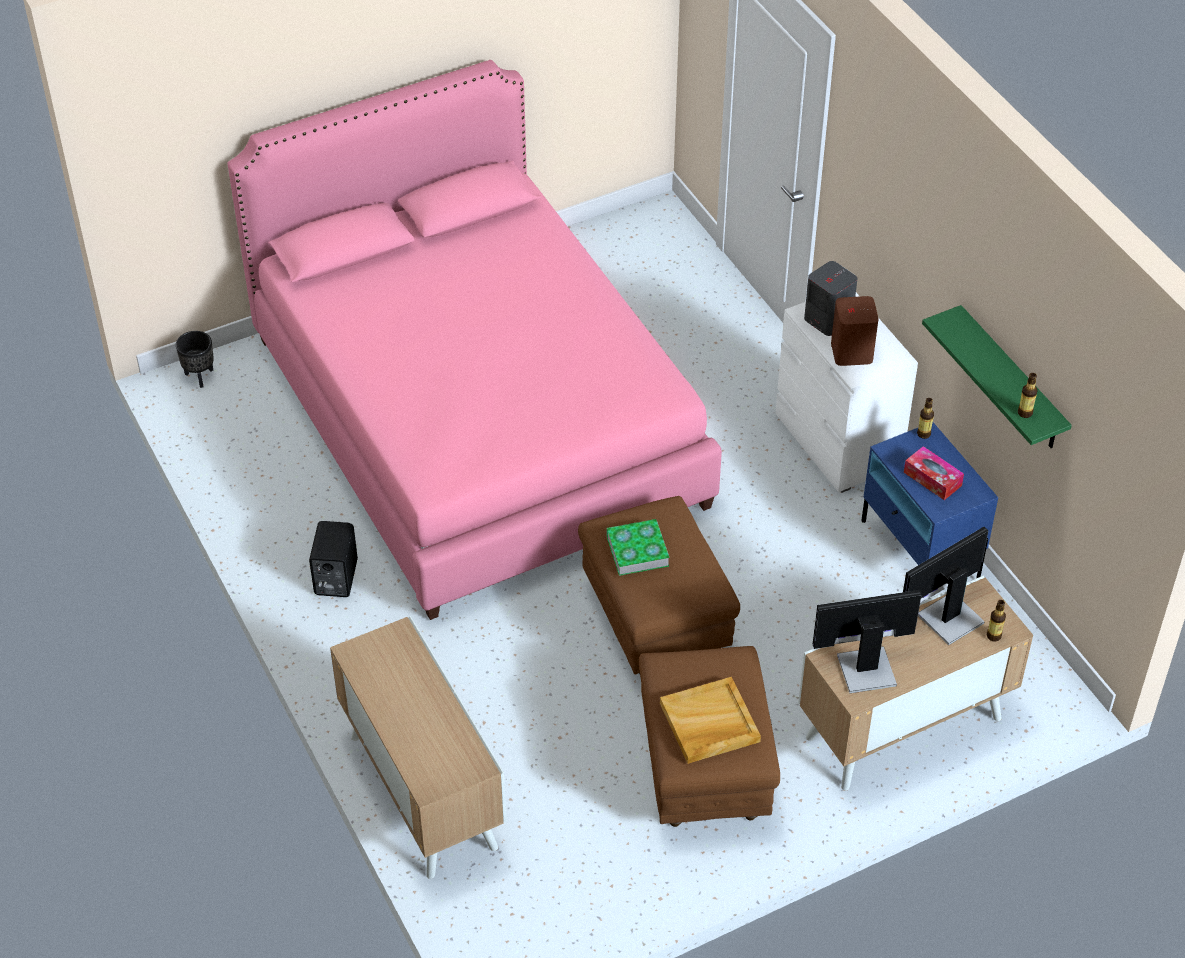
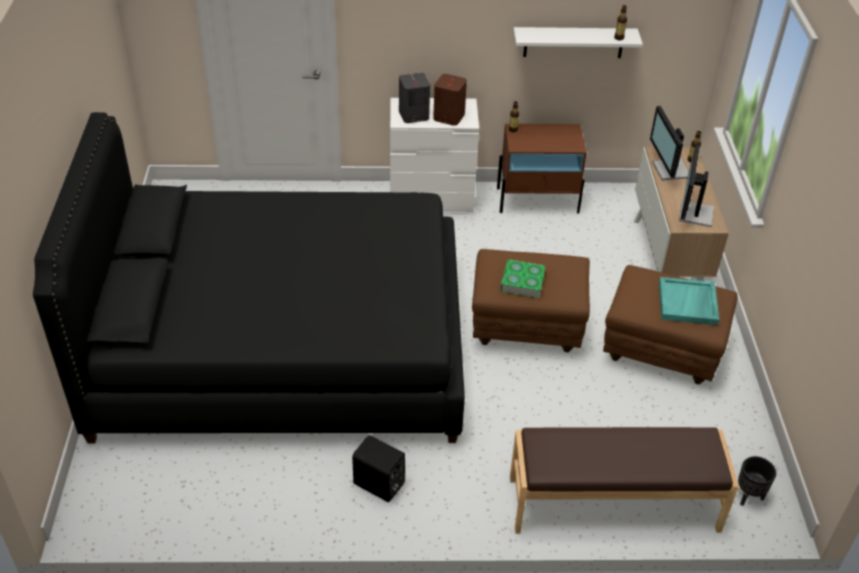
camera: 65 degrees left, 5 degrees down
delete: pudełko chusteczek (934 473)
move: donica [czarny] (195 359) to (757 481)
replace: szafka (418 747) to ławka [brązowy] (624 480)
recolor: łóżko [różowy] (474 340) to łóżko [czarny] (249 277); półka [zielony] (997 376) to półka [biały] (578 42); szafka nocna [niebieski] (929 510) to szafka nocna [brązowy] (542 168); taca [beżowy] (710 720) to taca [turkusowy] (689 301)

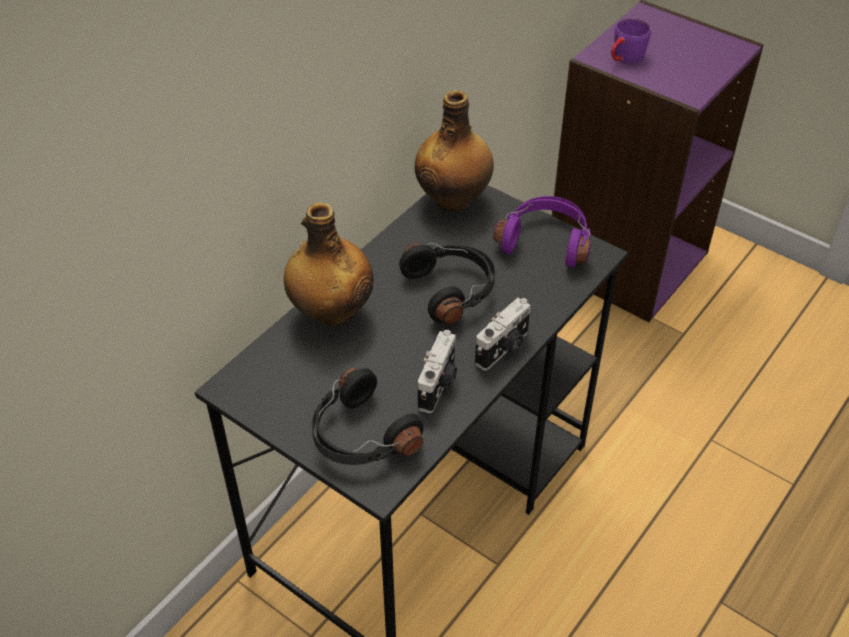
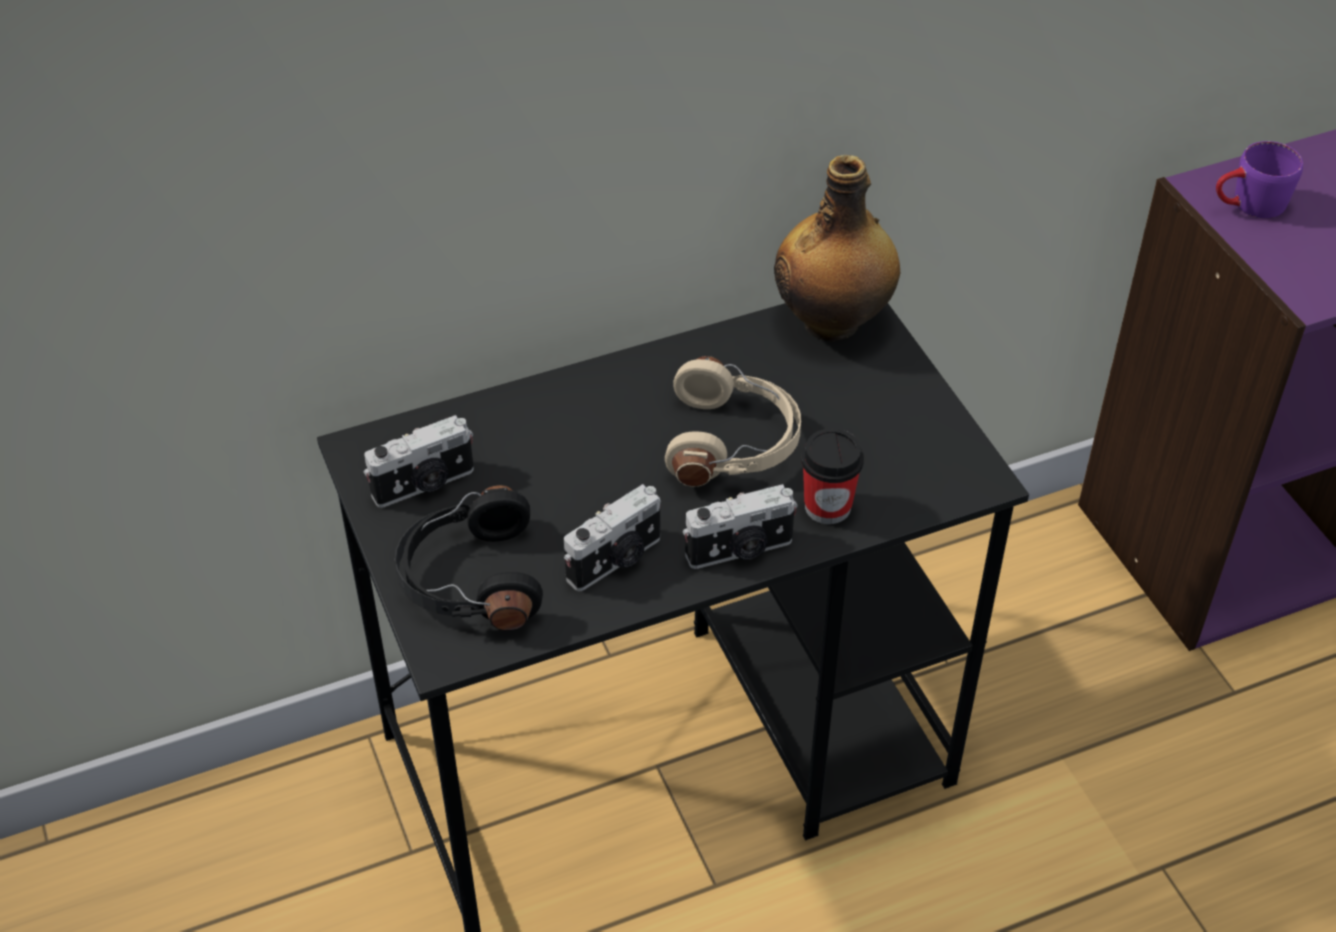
camera: 30 degrees right, 0 degrees up
delete: słuchawki [fioletowy] (542 232); butelka (329 264)
insert: aparat fotograficzny (419 461); filiżanka (832 476)
recolor: słuchawki [czarny] (447 283) to słuchawki [beżowy] (733 421)

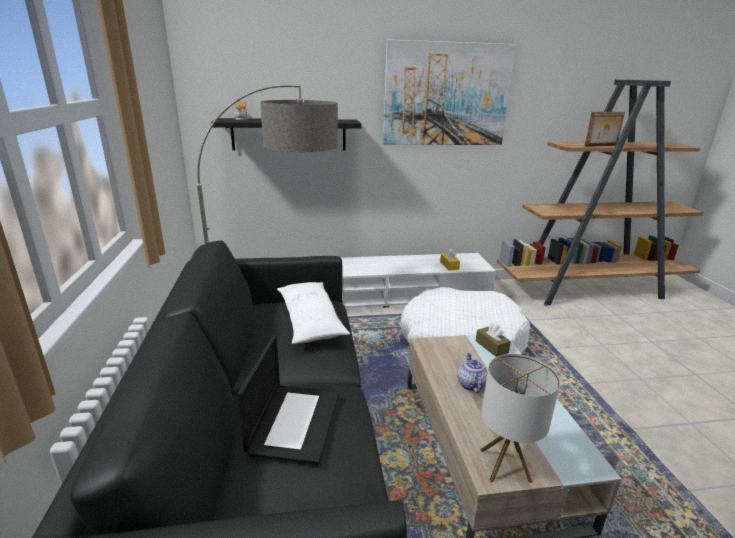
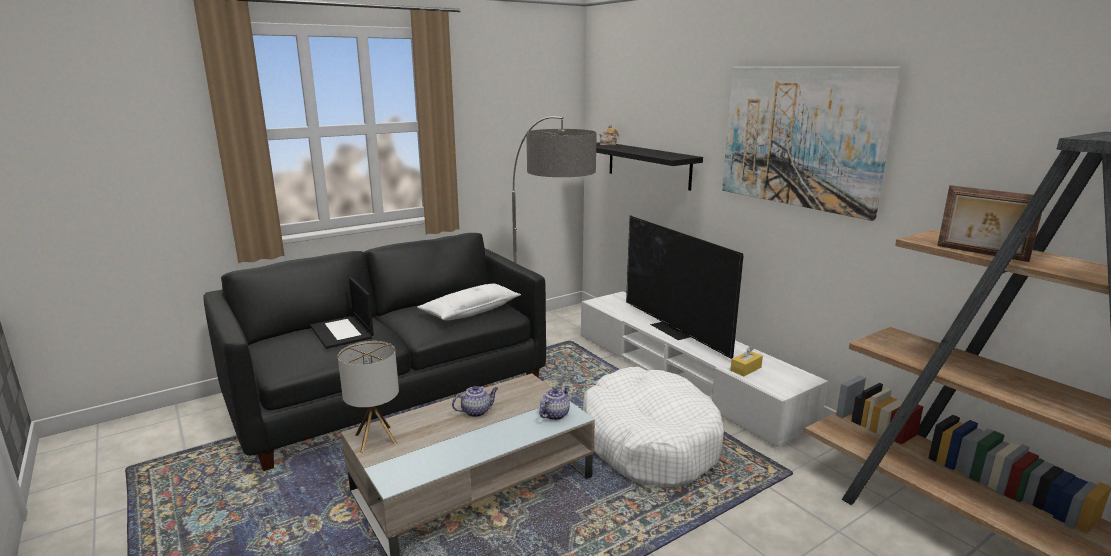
camera: 65 degrees right, 5 degrees down
insert: telewizor (684 287)
replace: pudełko chusteczek [brązowy] (493 340) to imbryk (554 403)
rotate: laptop (288 400) = (342 313) 75 degrees clockwise

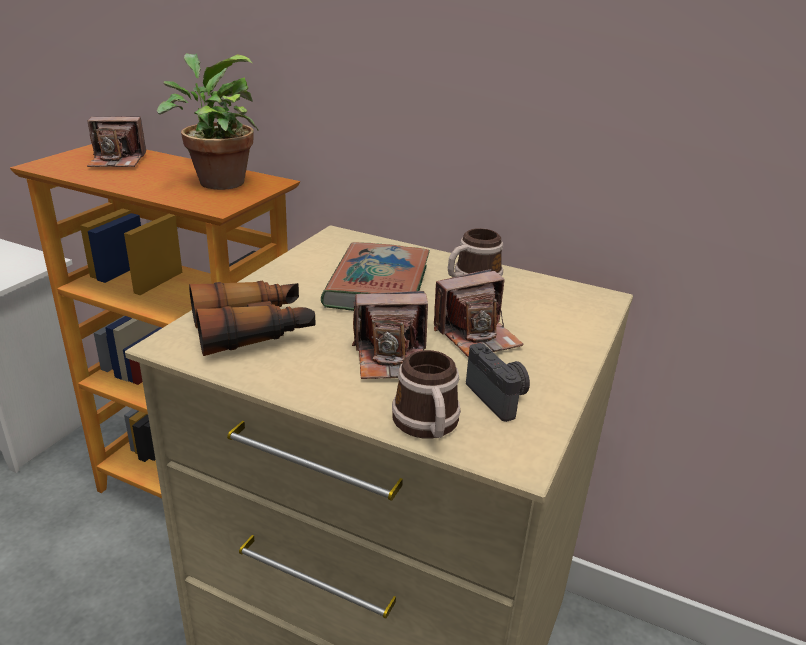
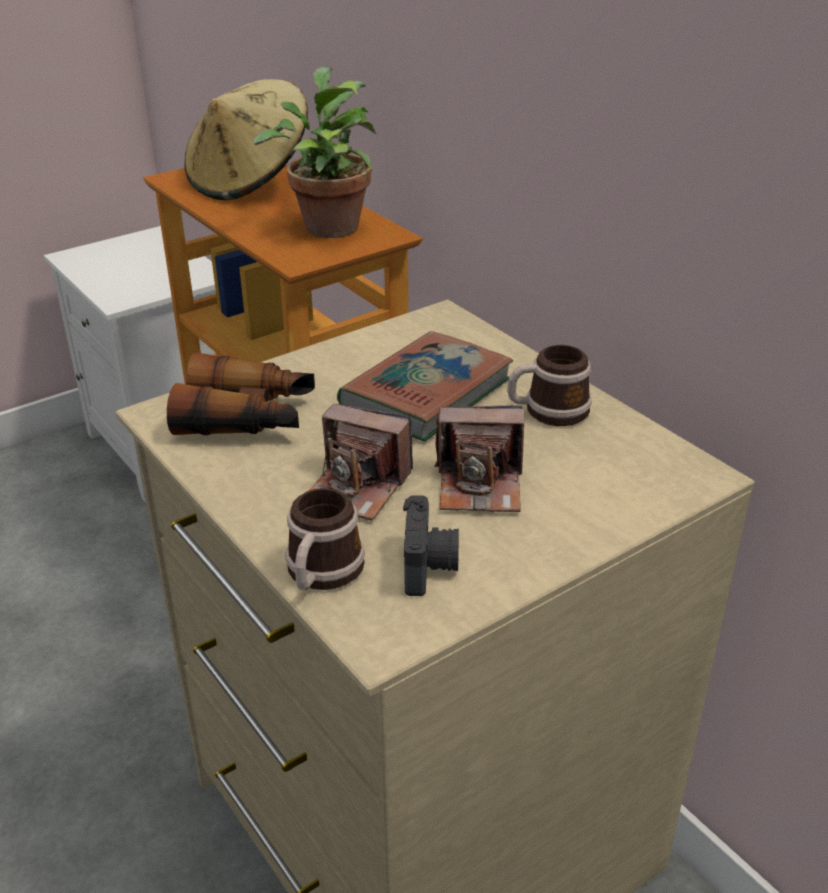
camera: 30 degrees right, 5 degrees up
replace: aparat fotograficzny (116 141) to kapelusz [beżowy] (246 139)

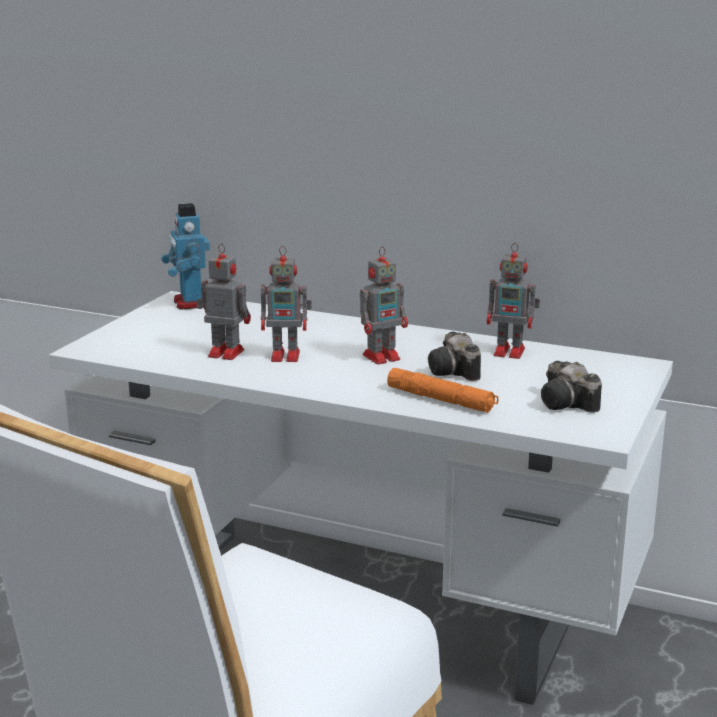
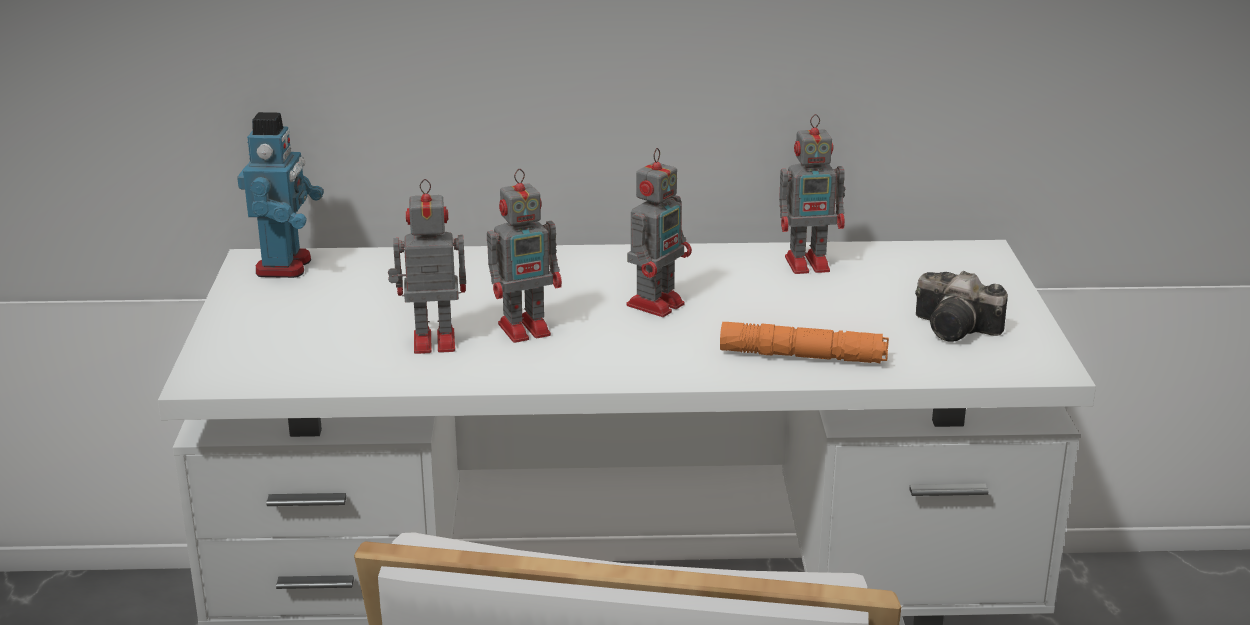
camera: 25 degrees left, 5 degrees up
delete: aparat fotograficzny (454 356)
rotate: robot zabawkowy (185 256) = (280 195) 135 degrees counterclockwise

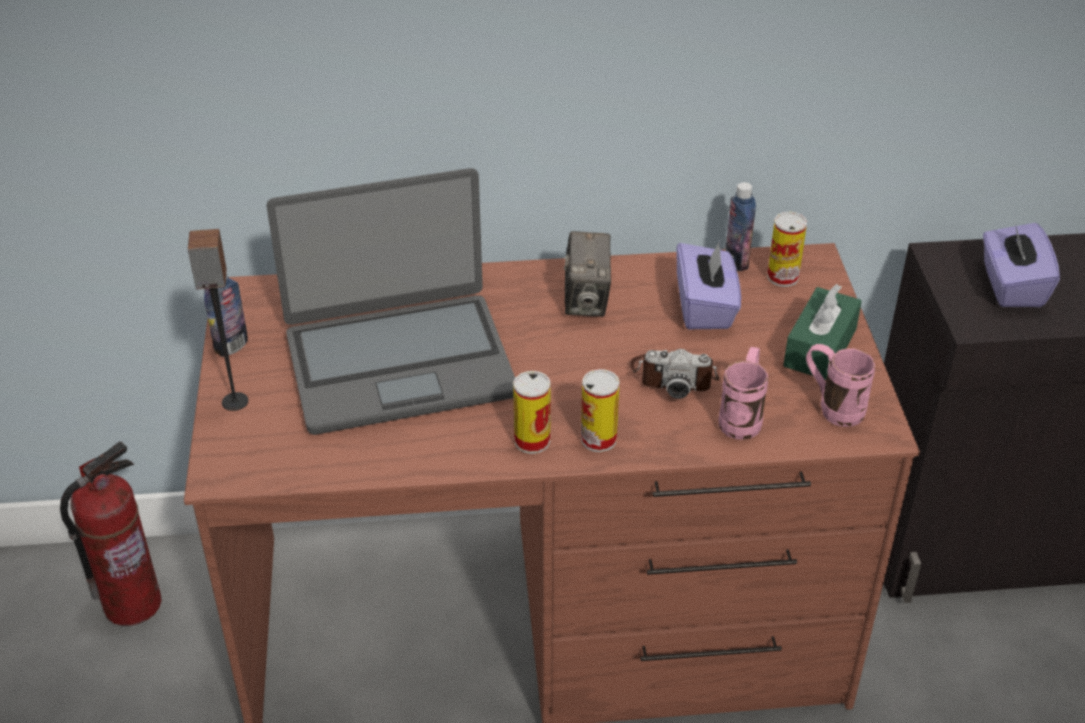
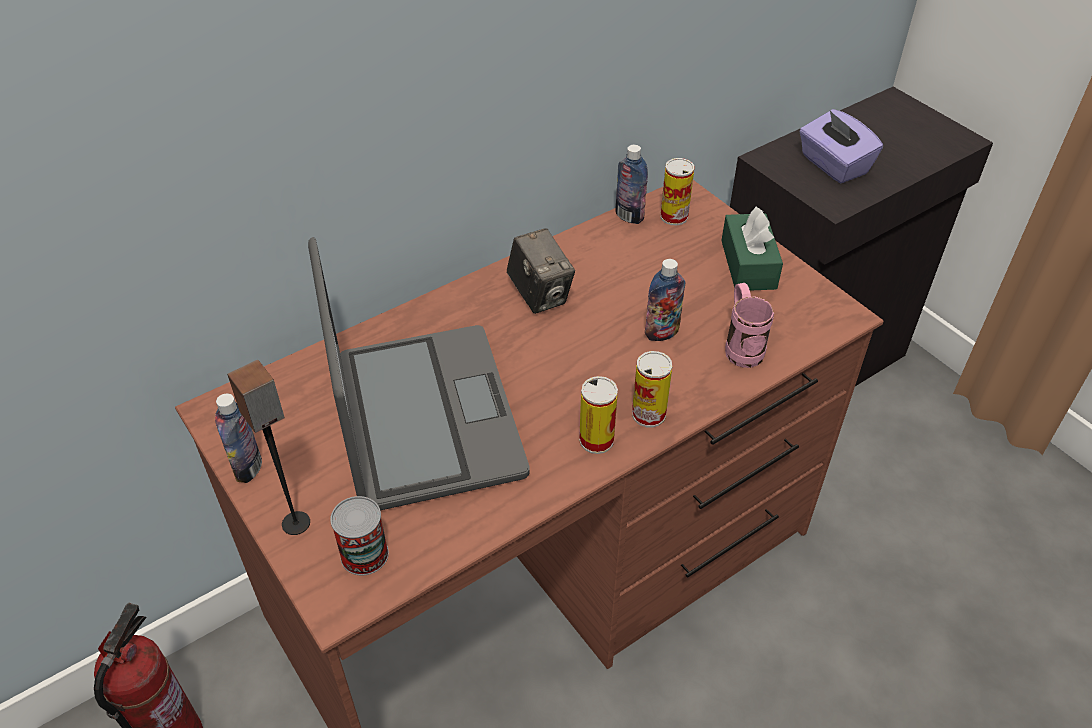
camera: 30 degrees left, 5 degrees up
delete: pudełko chusteczek [fioletowy] (709 285); kubek [różowy] (840 385)
insert: puszka (359 535)
replace: aparat fotograficzny (674 374) to butelka (665 300)
rotate: laptop (391 301) = (418 373) 60 degrees counterclockwise

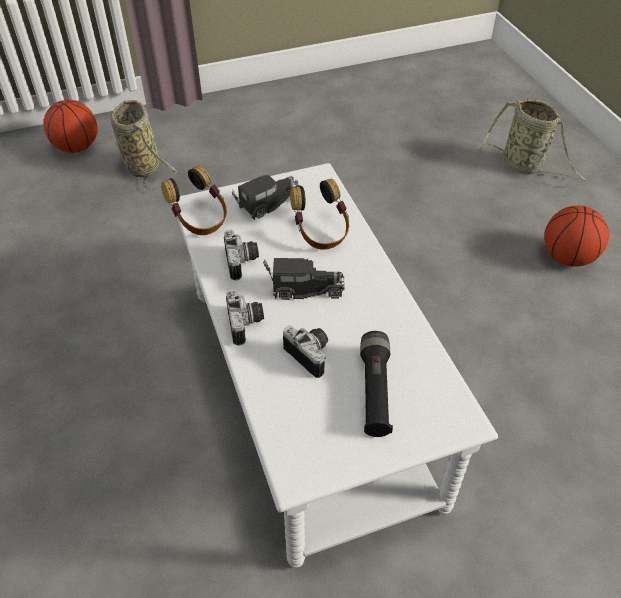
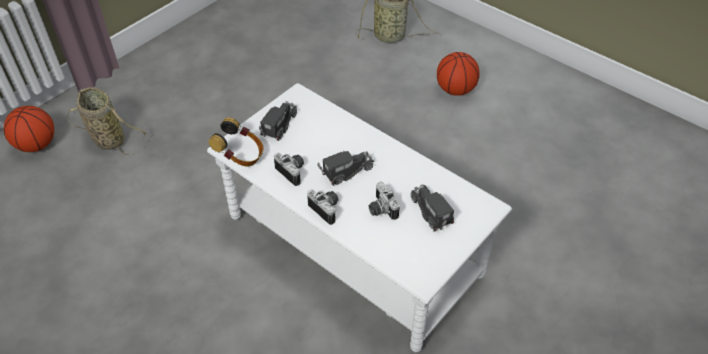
camera: 30 degrees left, 0 degrees up
delete: słuchawki (319 214)
replace: latarka [czarny] (376 384) to ciężarówka zabawkowa (432 208)
rotate: aparat fotograficzny (305 352) = (384 201) 135 degrees counterclockwise

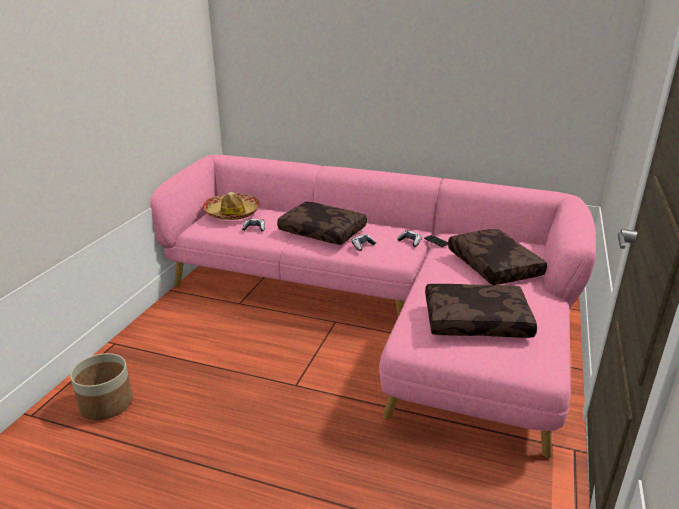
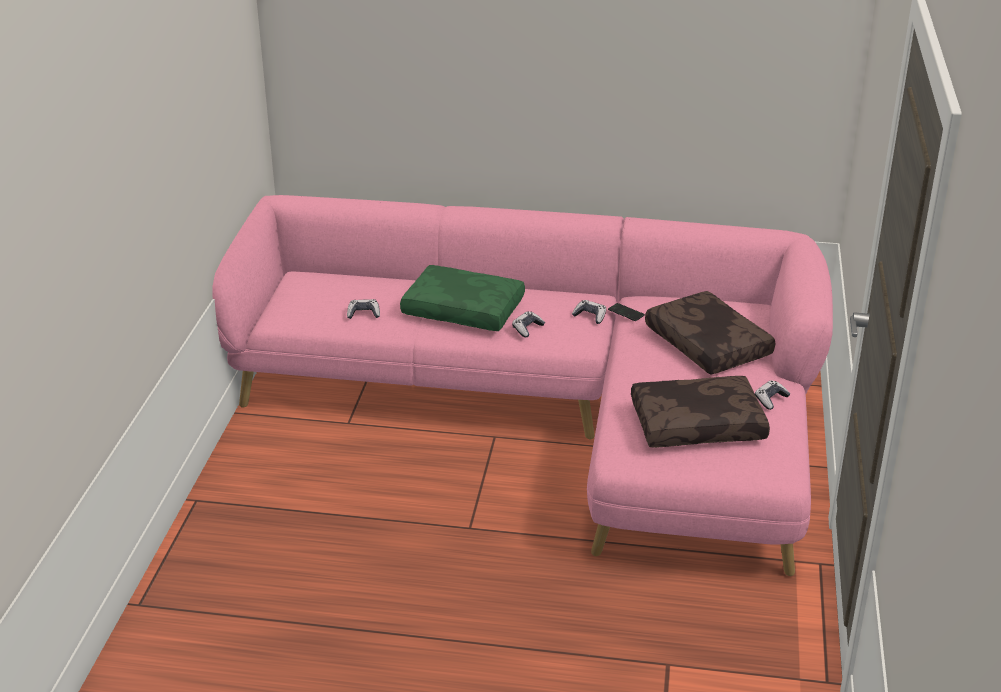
camera: 10 degrees left, 5 degrees up
delete: kapelusz (231 206); donica (101 386)
insert: pad do gier (772 395)
recolor: poduszka [brązowy] (322 223) to poduszka [zielony] (462 298)

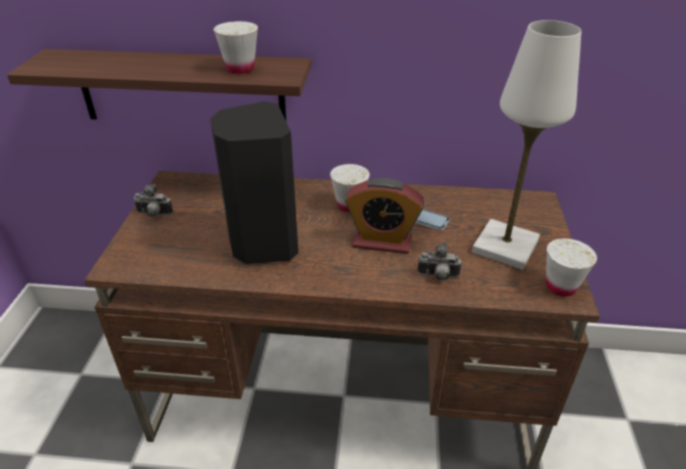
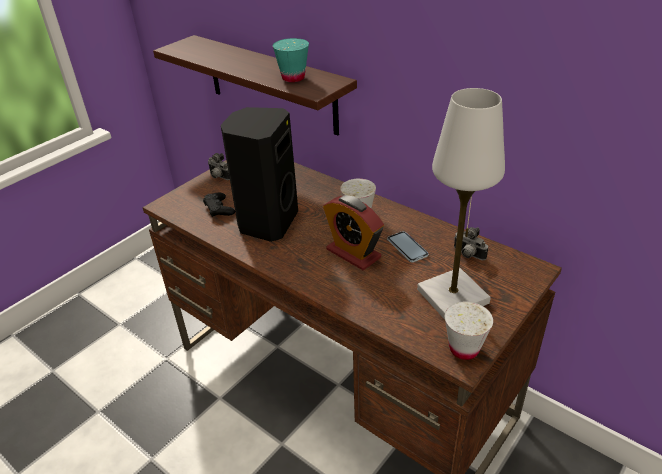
camera: 35 degrees right, 0 degrees up
insert: pad do gier [czarny] (219 205)
move: aparat fotograficzny (439 261) to (471 243)
recolor: filiżanka [biały] (236 47) to filiżanka [turkusowy] (291 60)

